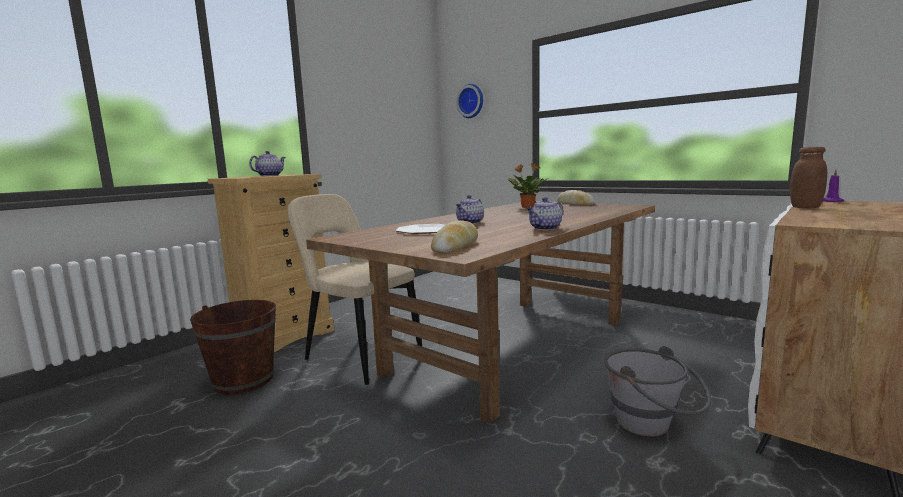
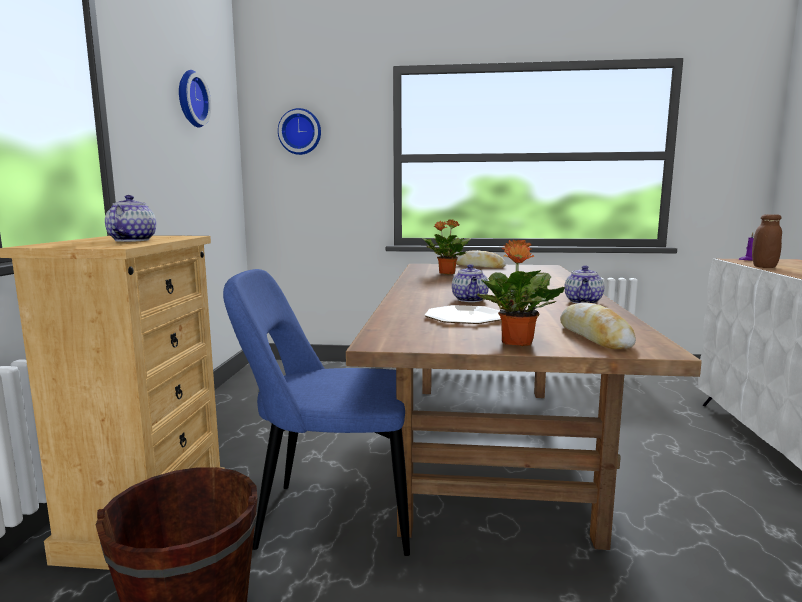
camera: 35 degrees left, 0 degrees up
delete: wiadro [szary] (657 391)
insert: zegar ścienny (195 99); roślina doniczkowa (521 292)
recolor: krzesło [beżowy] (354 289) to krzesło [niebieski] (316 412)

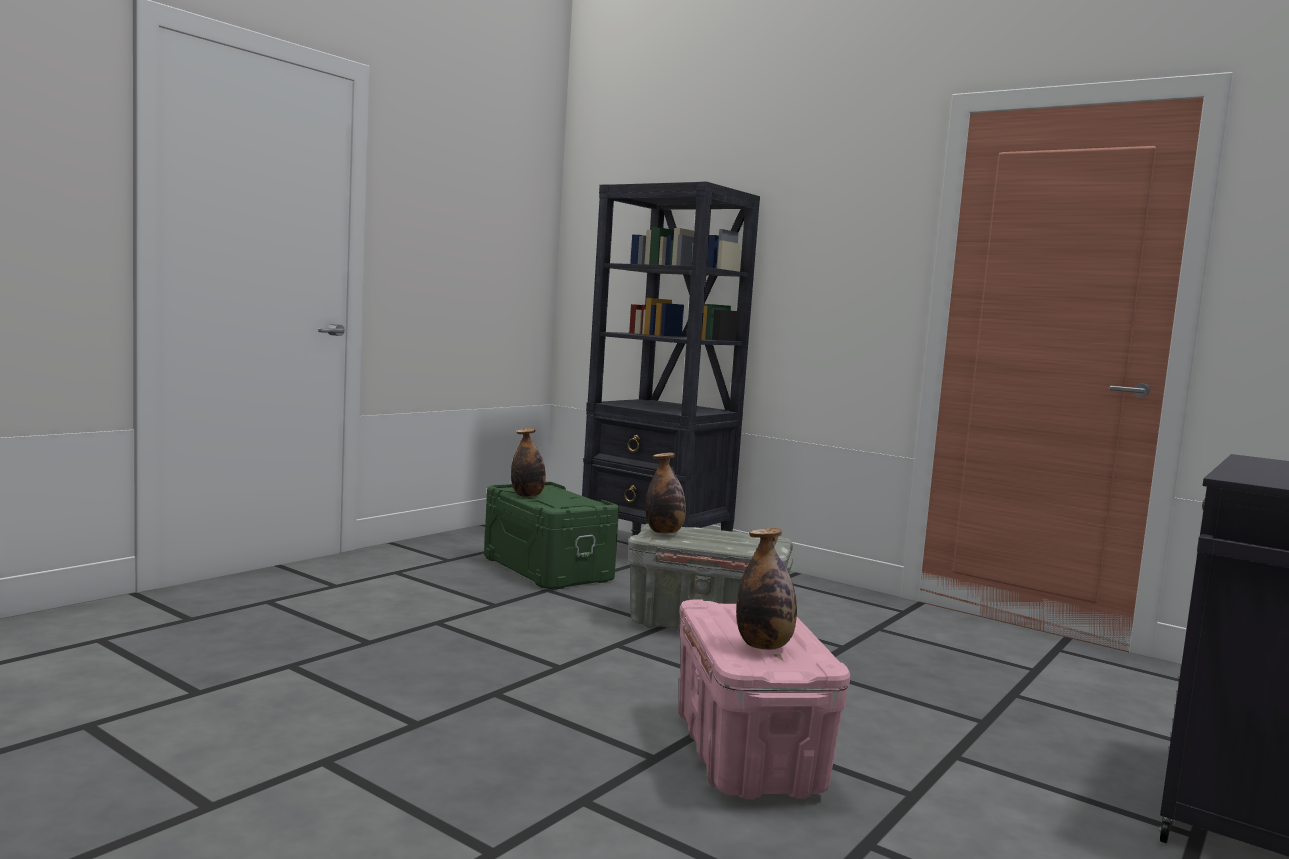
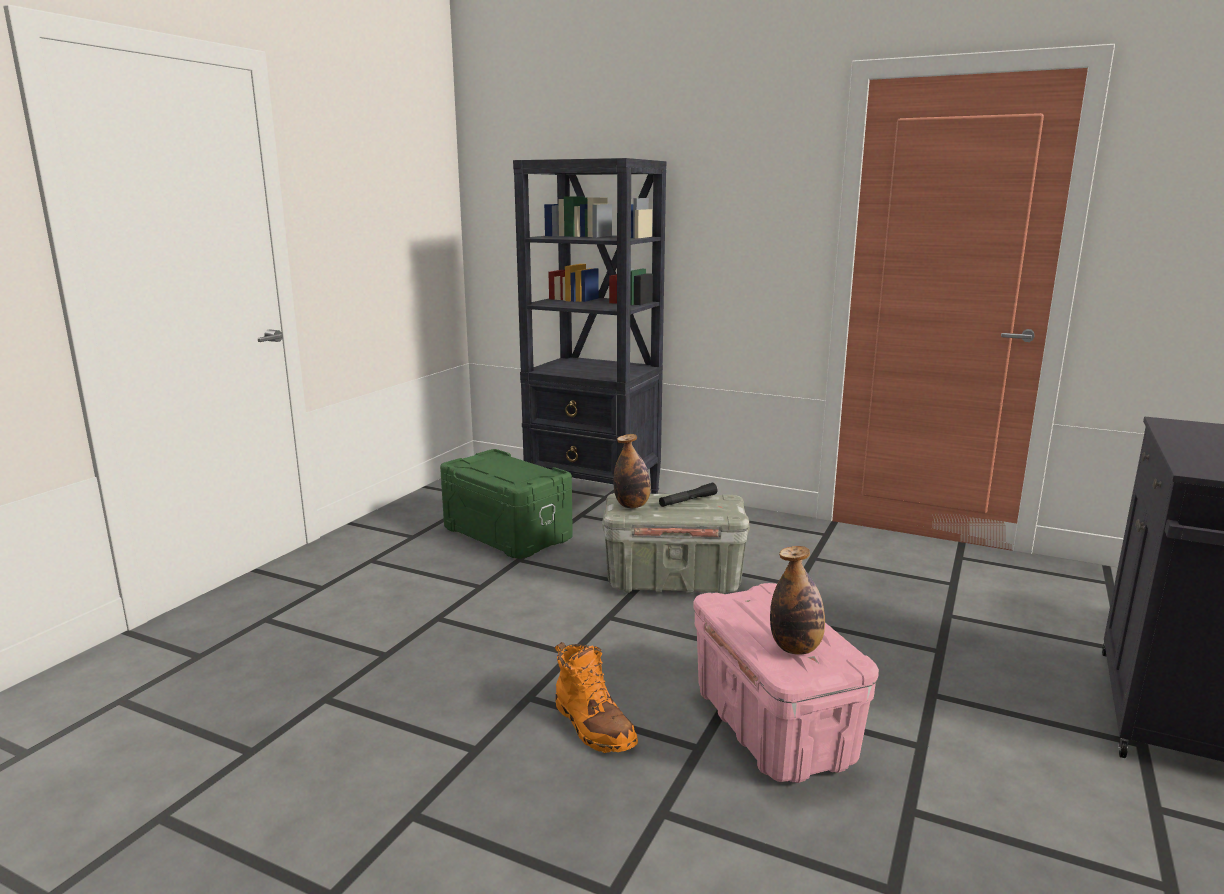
camera: 10 degrees left, 10 degrees up
delete: butelka (528 462)
insert: latarka [czarny] (688 495); but z cholewką [pomarańczowy] (596 697)

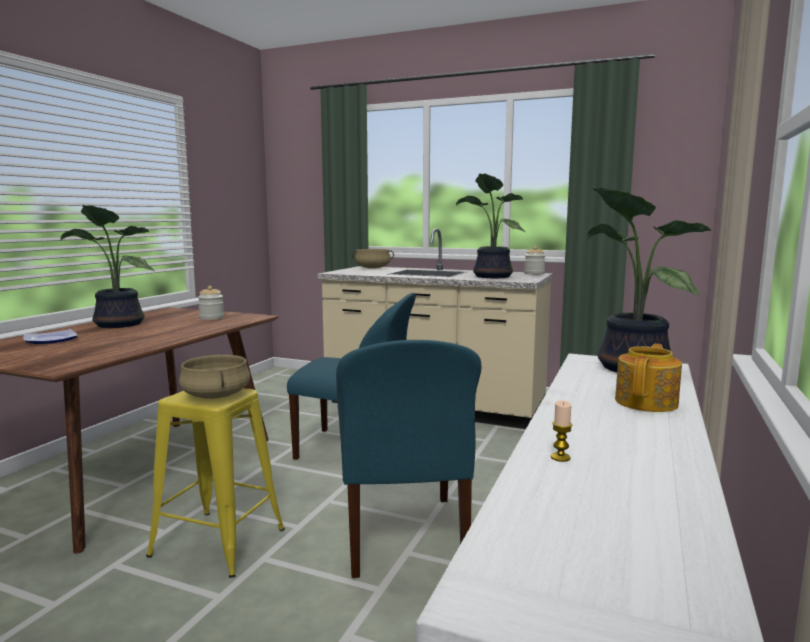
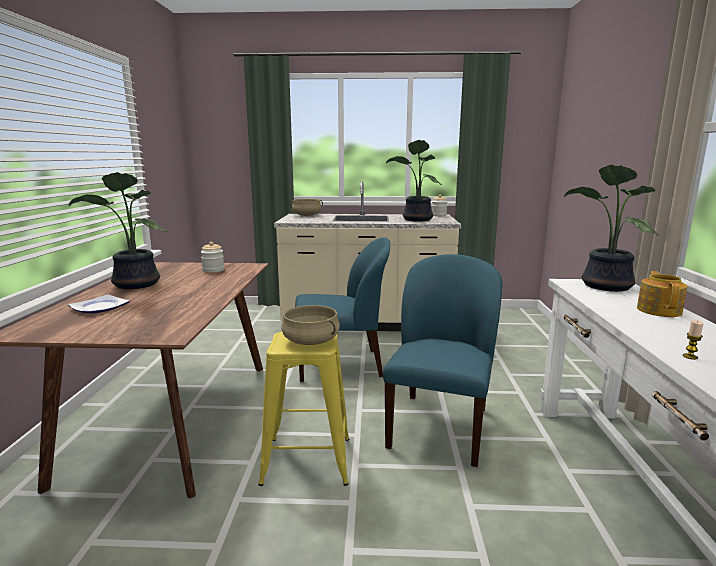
camera: 20 degrees left, 5 degrees up
rotate: krzesło [niebieski] (409 459) = (442 360) 135 degrees counterclockwise

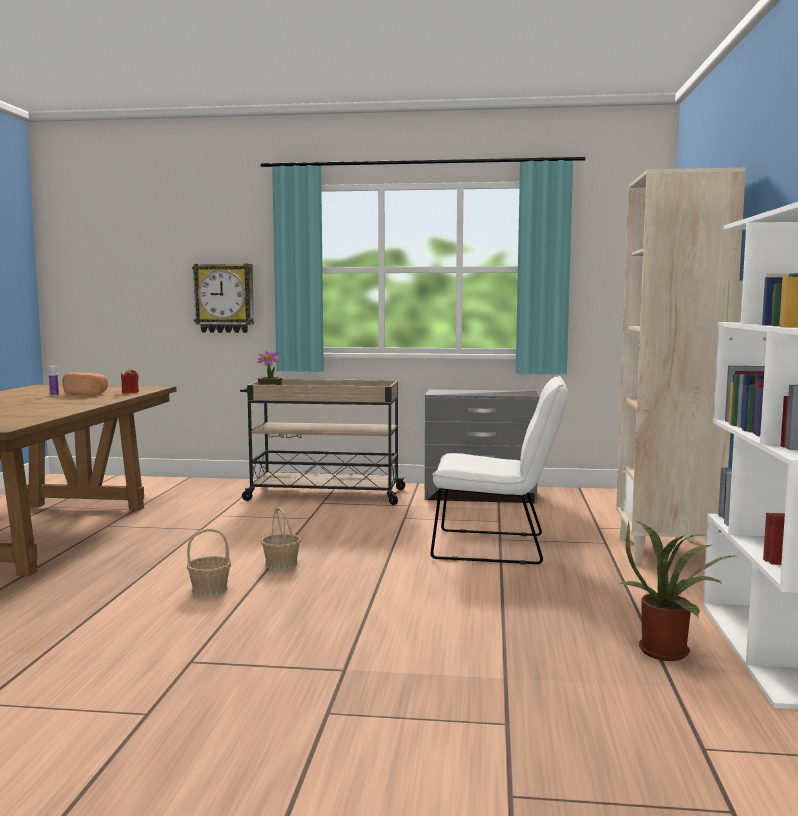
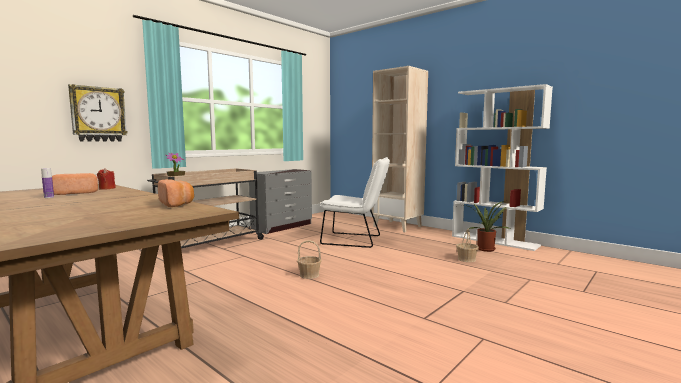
camera: 55 degrees left, 0 degrees up
insert: chleb (176 193)
move: koszyk (209 562) to (467 245)
rotate: krzesło [biały] (499 470) = (355 202) 60 degrees clockwise

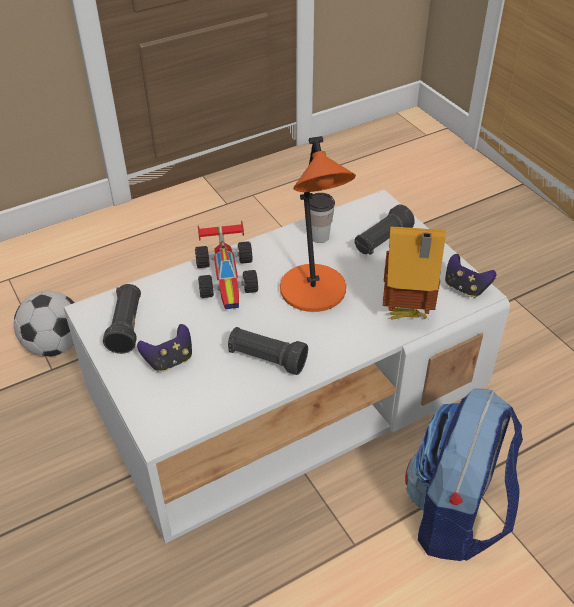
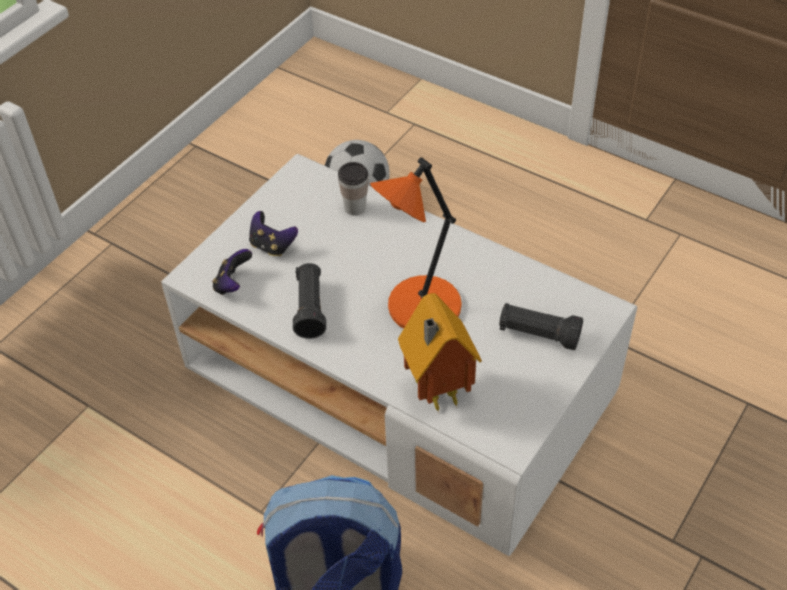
camera: 65 degrees right, 5 degrees up
delete: samochodzik (226 265); latarka [czarny] (122 319)
move: filiżanka (322 218) to (353 188); pad do gier (471 276) to (232 272)

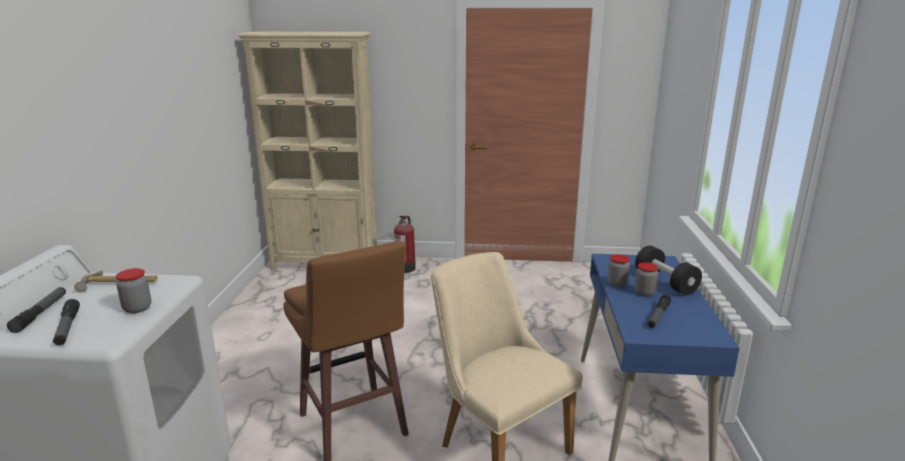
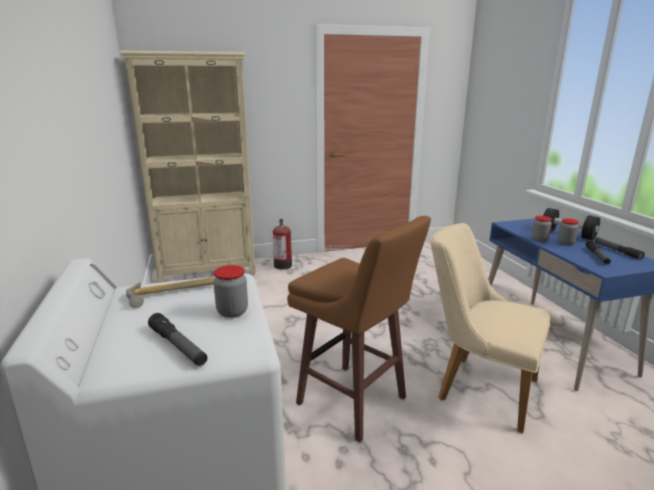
camera: 20 degrees left, 0 degrees up
move: latarka (36 310) to (620 249)

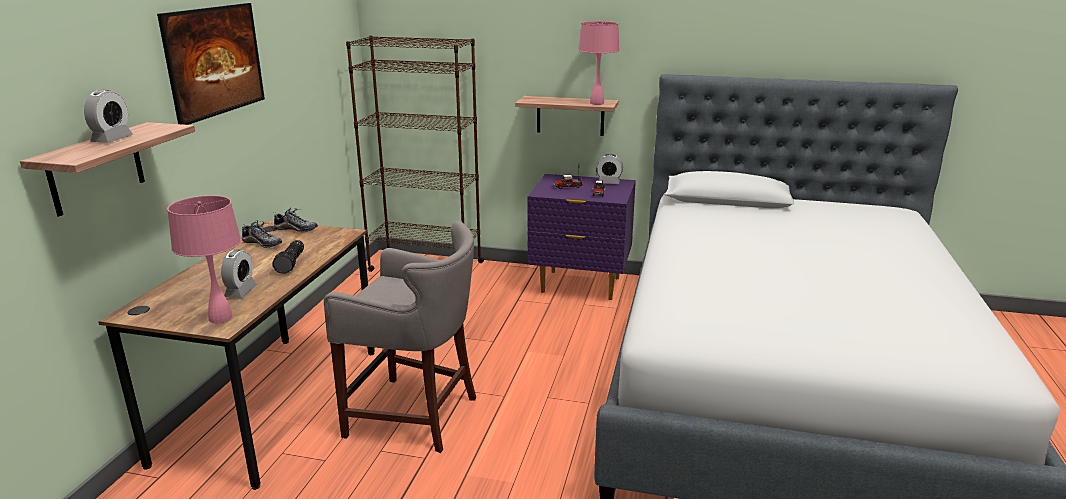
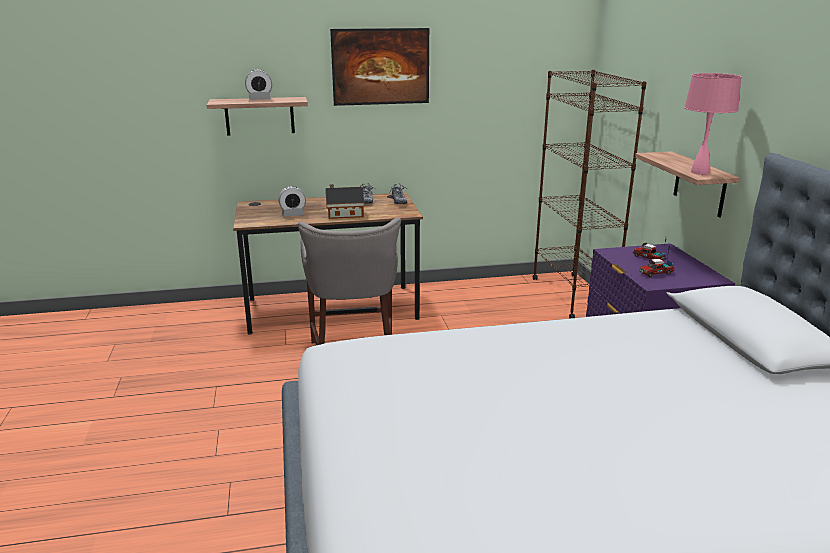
camera: 65 degrees right, 0 degrees up
delete: budzik (609 169); lampa stołowa [różowy] (204 259)
replace: latarka (288 257) to domek (344 201)

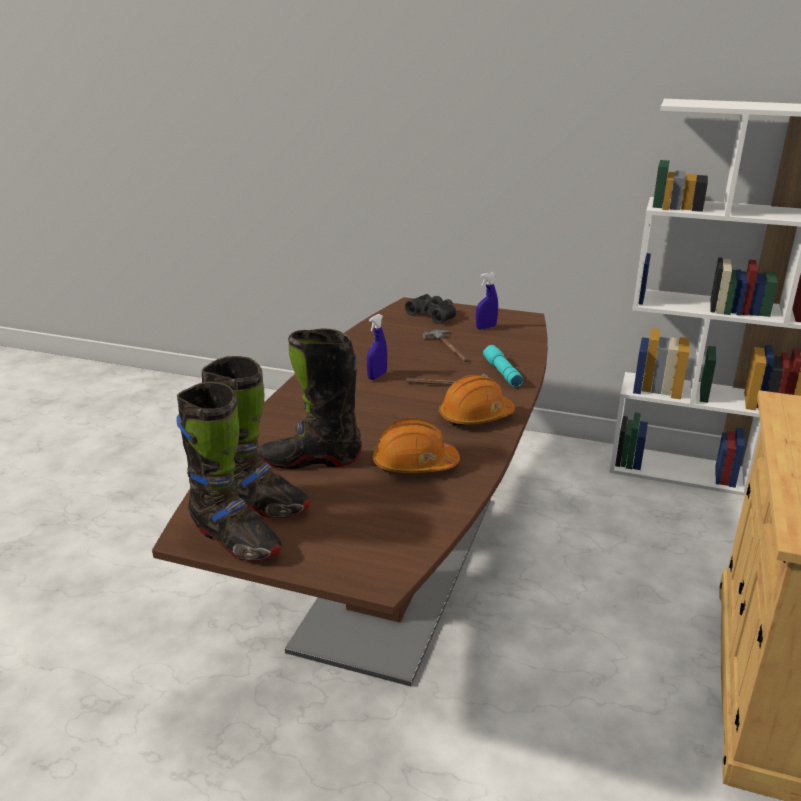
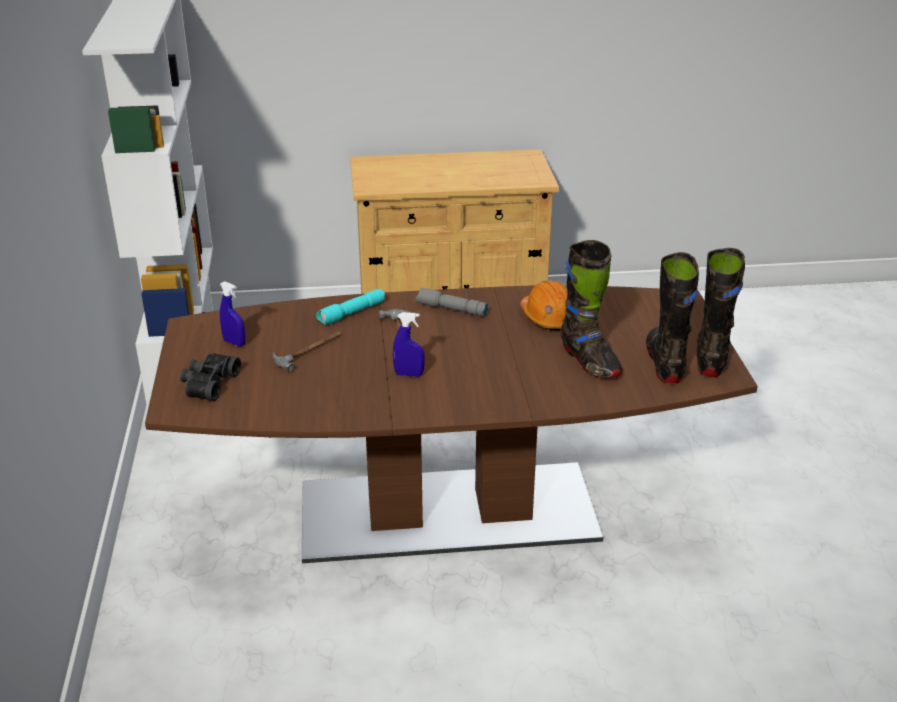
camera: 115 degrees left, 5 degrees up
replace: kask [pomarańczowy] (477 400) to latarka [szary] (451 302)

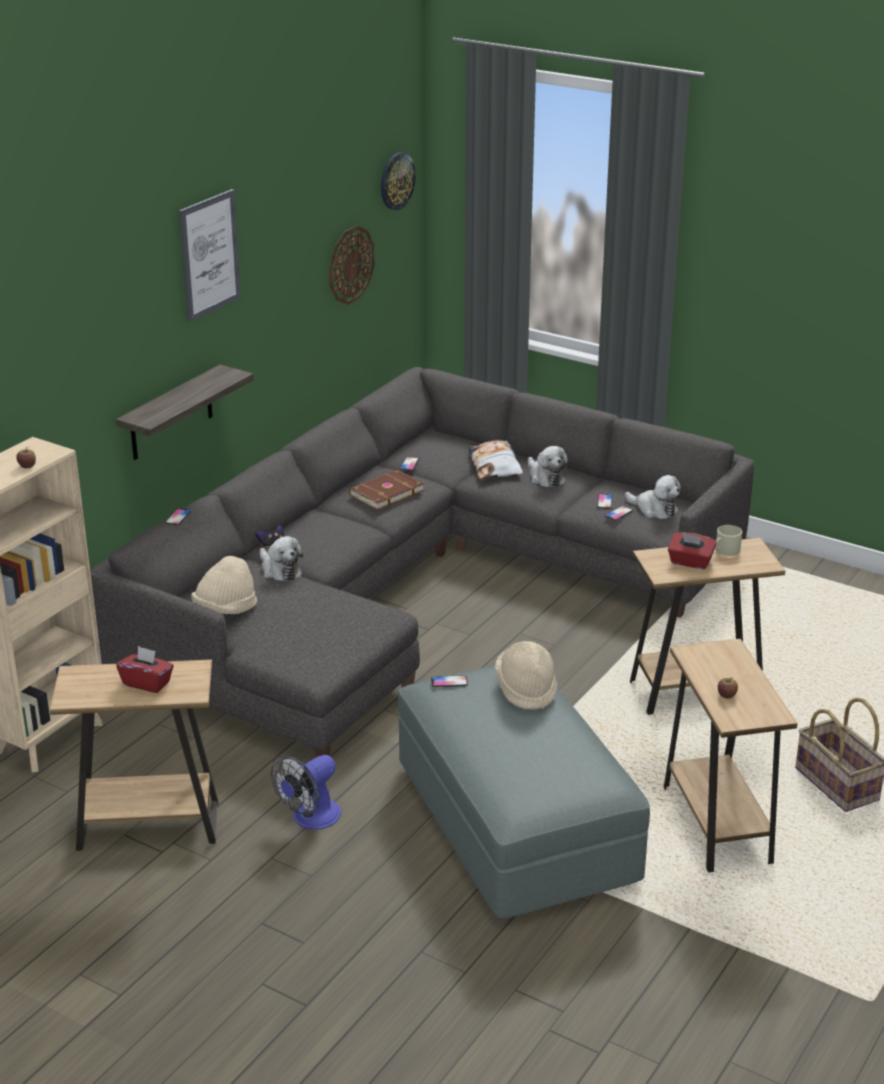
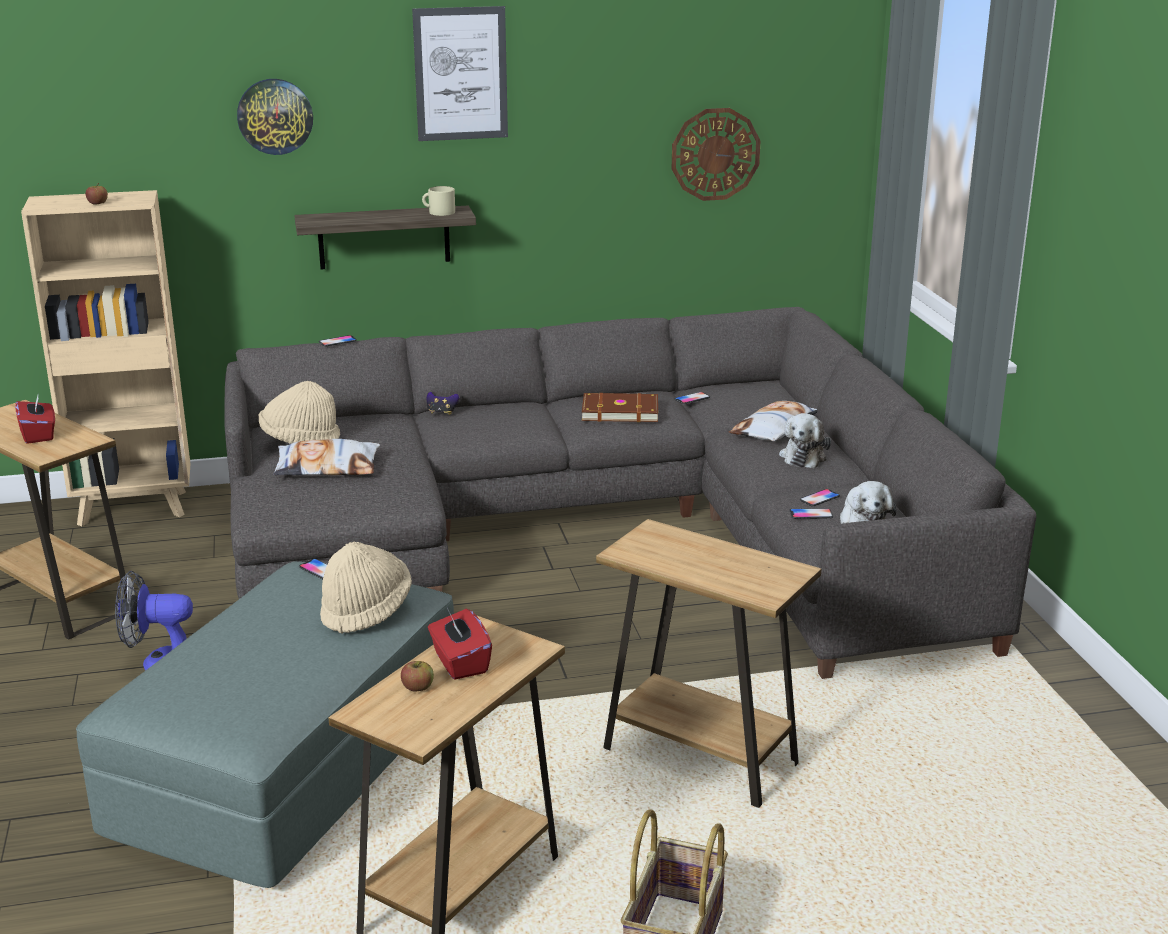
camera: 45 degrees right, 5 degrees down
delete: pluszak (281 558)
insert: poduszka (326 457)
move: zegar ścienny (398 181) to (275 117); kubek [beżowy] (728 540) to (438 201); pudełko chusteczek [czerwony] (692 550) to (460 644)

